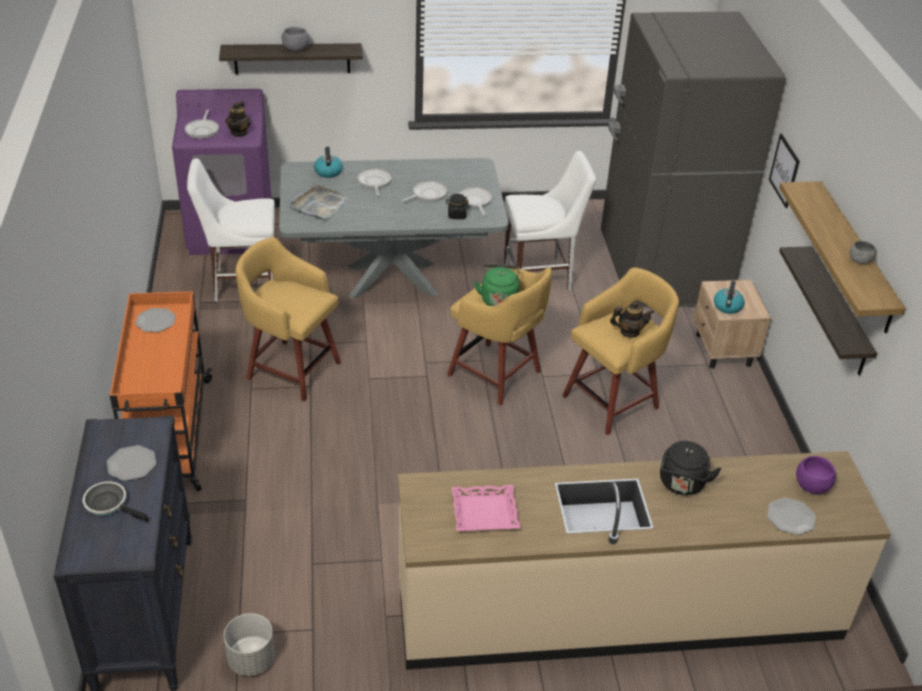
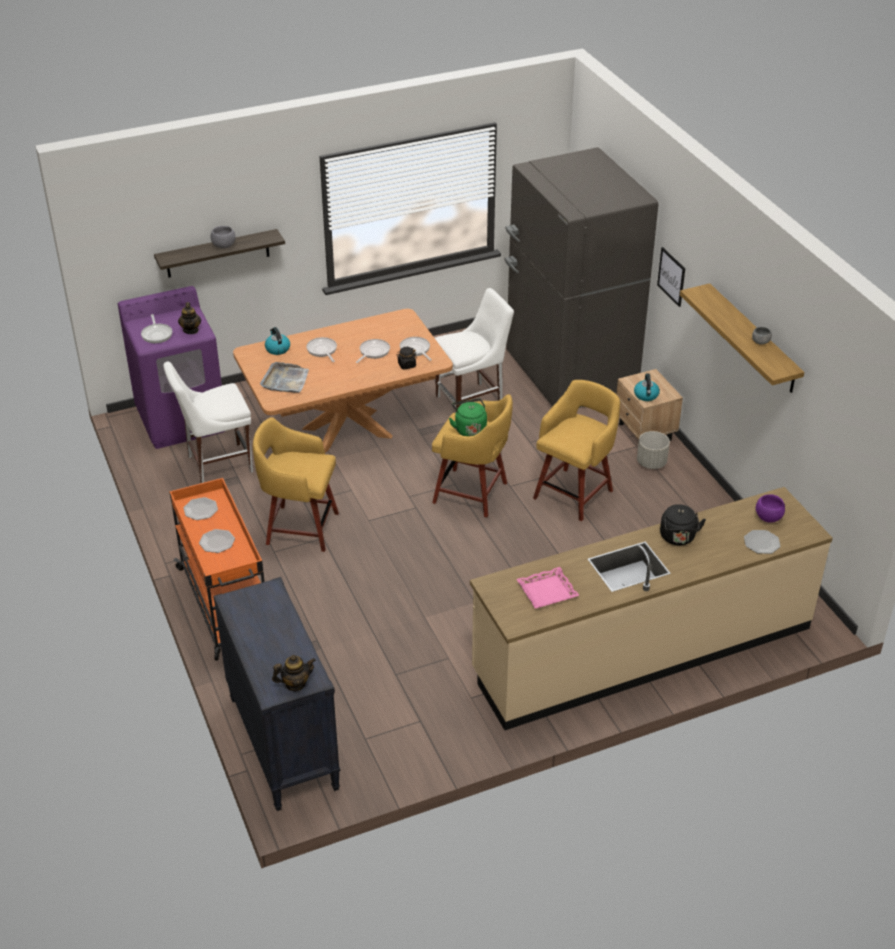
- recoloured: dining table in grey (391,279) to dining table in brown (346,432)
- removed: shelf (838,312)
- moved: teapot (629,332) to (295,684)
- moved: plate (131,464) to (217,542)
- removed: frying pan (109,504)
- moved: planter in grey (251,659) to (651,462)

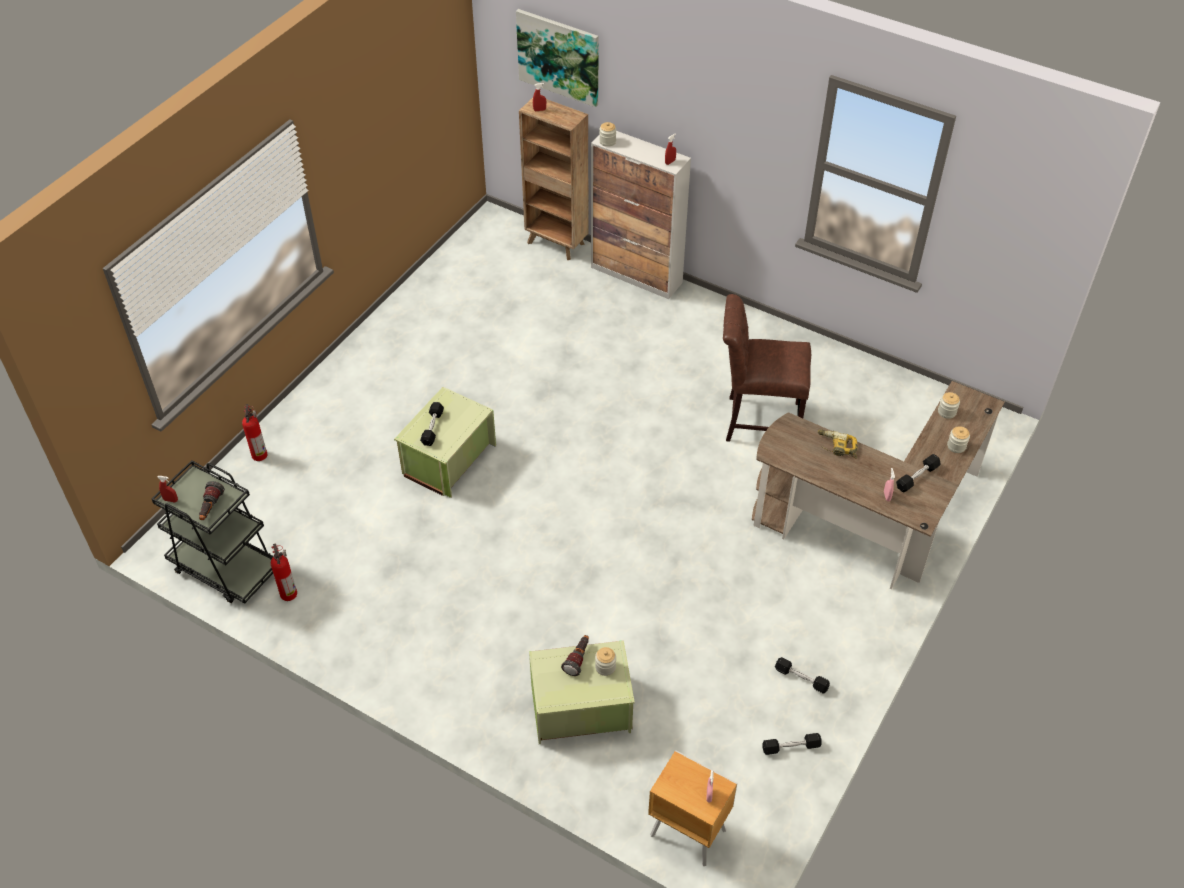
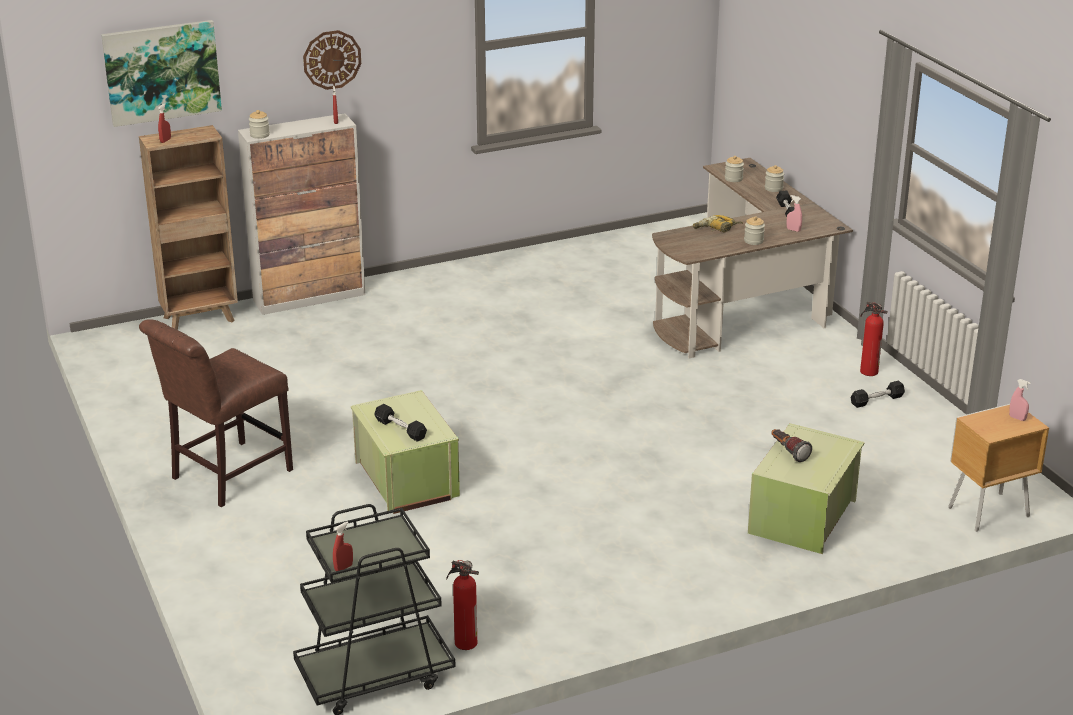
- moved: chair in brown (757,420) to (226,476)
- moved: fire extinguisher (259,454) to (867,371)
- removed: flashlight (211,508)
- moved: jar (605,667) to (753,241)
- removed: dumbbell in black (791,747)
- added: wall clock (332,59)

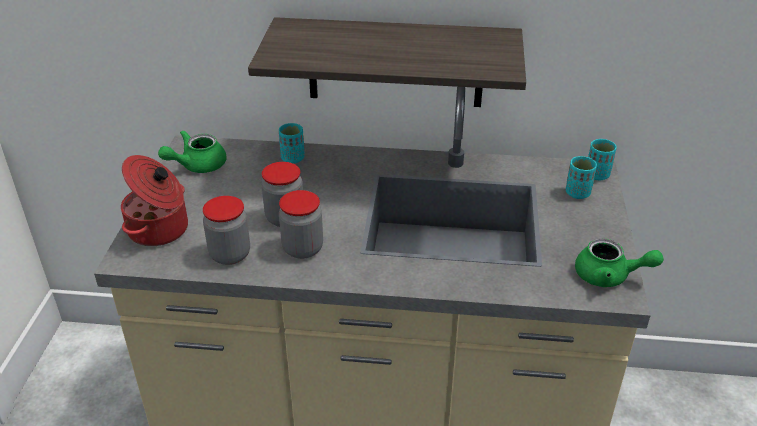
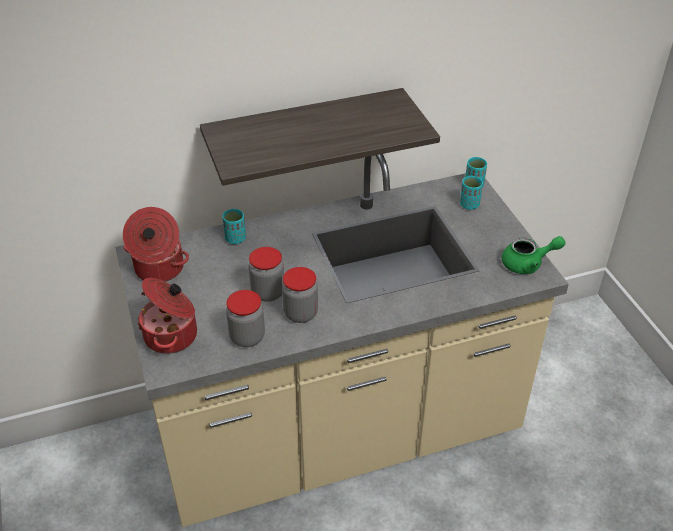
- replaced: teapot in green (197,165) to cooking pot (158,269)

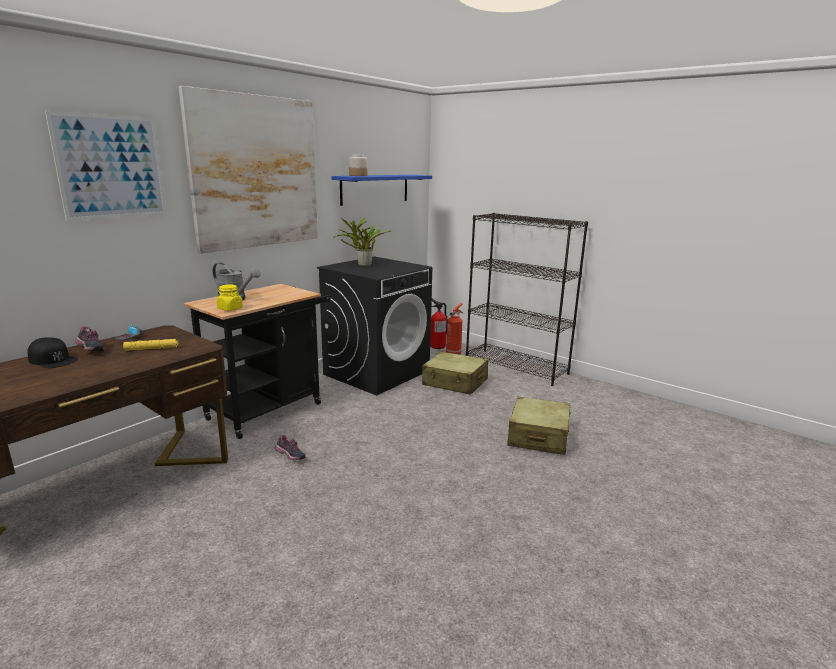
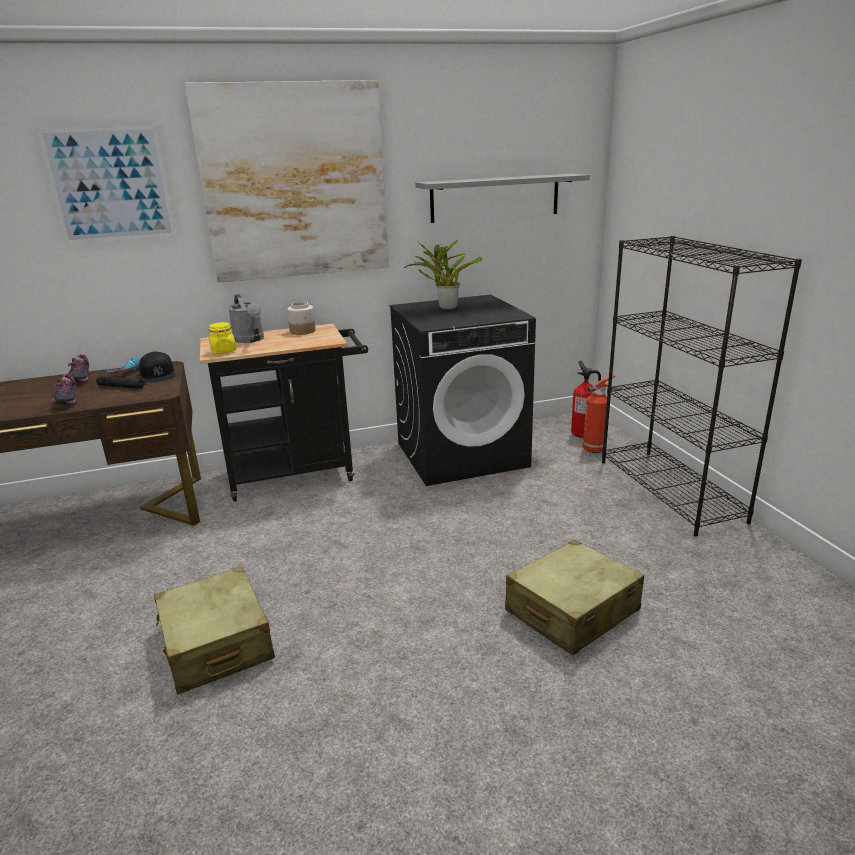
- moved: jar (358,175) to (303,331)
- recoloured: shelf in blue (375,189) to shelf in grey (495,198)
- moved: cap in black (53,360) to (158,374)
- recoloured: flashlight in yellow (152,349) to flashlight in black (122,387)
- moved: suitcase in beige (455,382) to (216,644)
- moved: shoe (290,457) to (66,401)

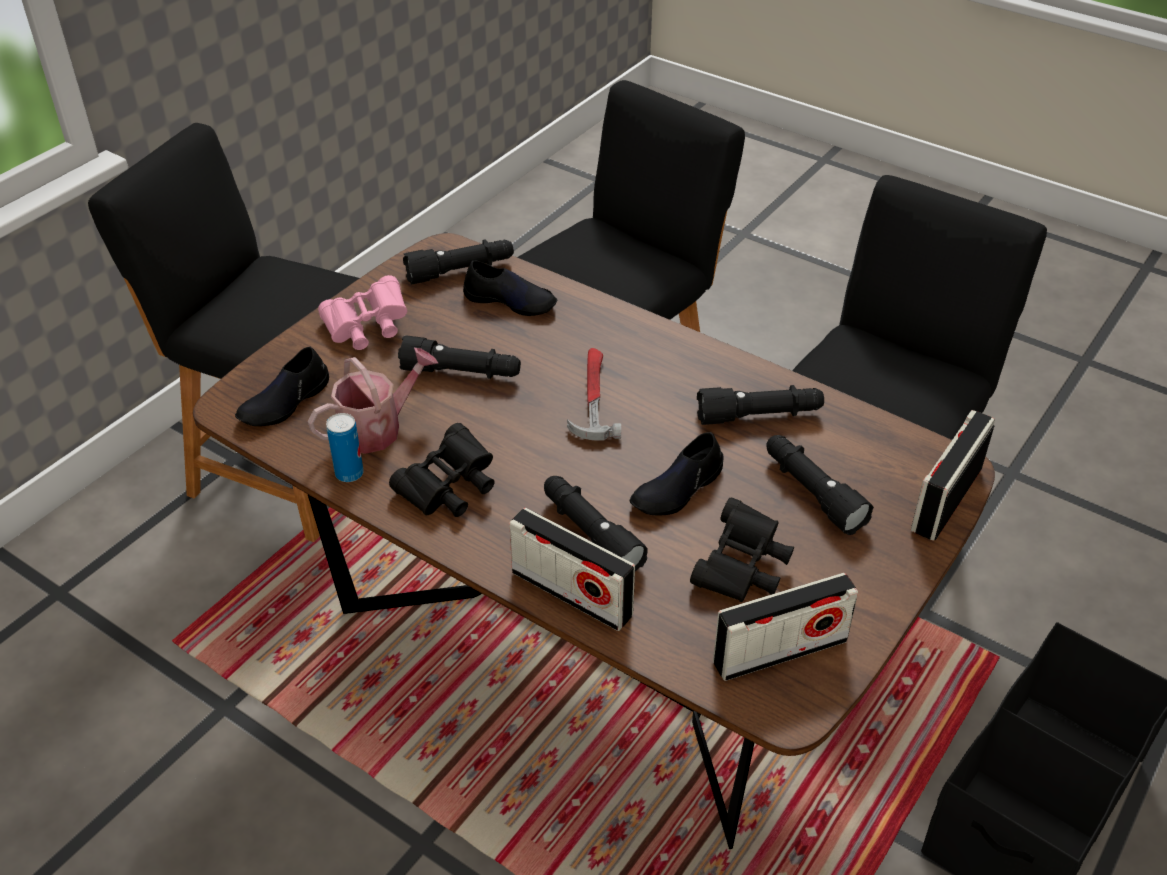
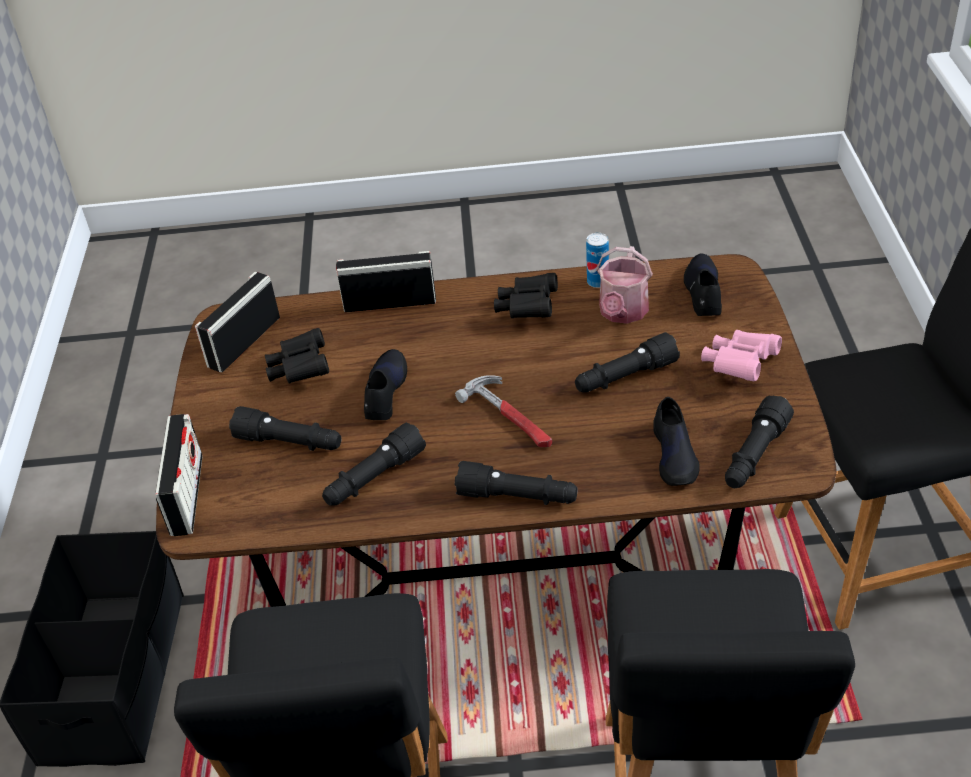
- turned: shoe in black (511,301) = (674,455) 75 degrees counterclockwise
- moved: flashlight in black (590,534) to (517,497)

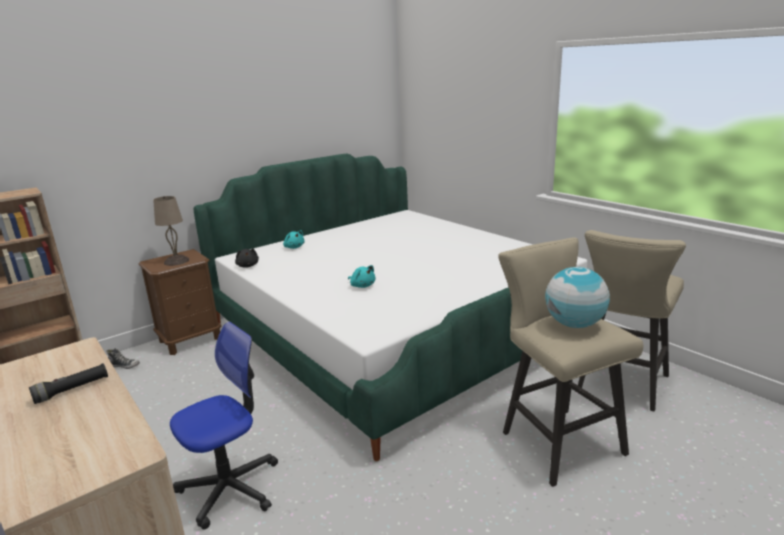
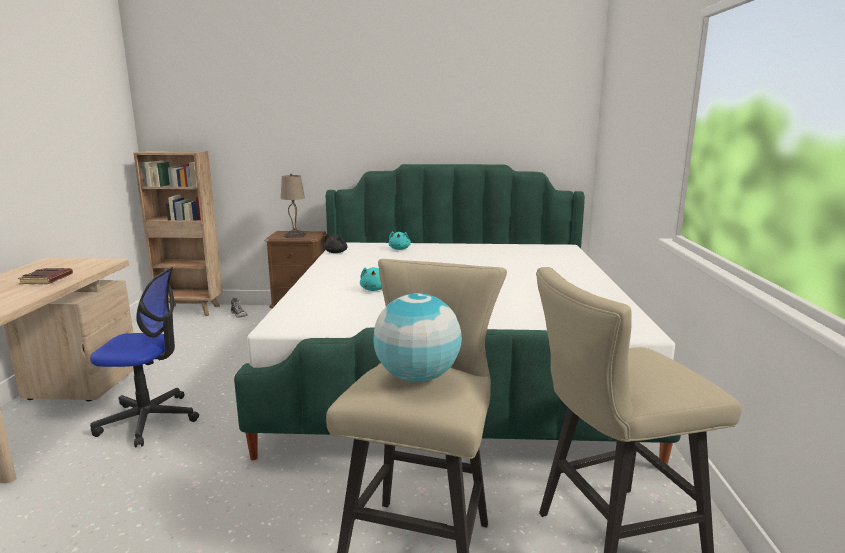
- replaced: flashlight in black (72,390) to book in brown (47,280)

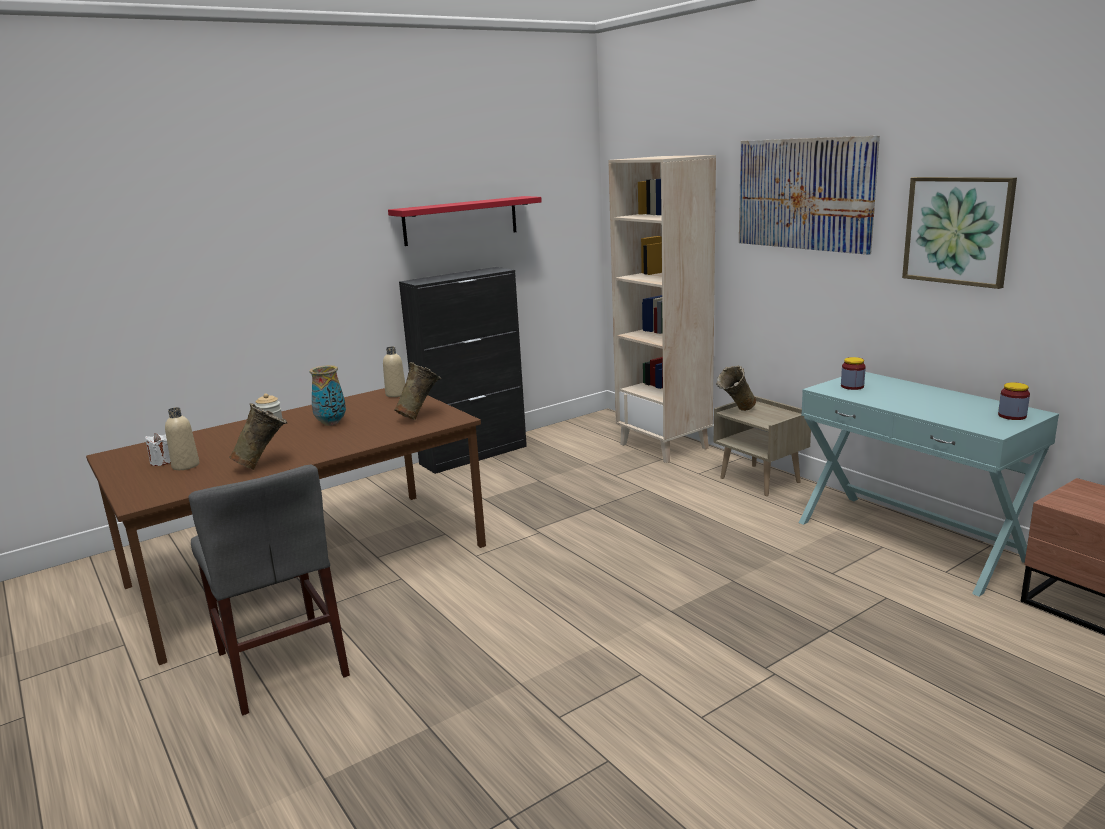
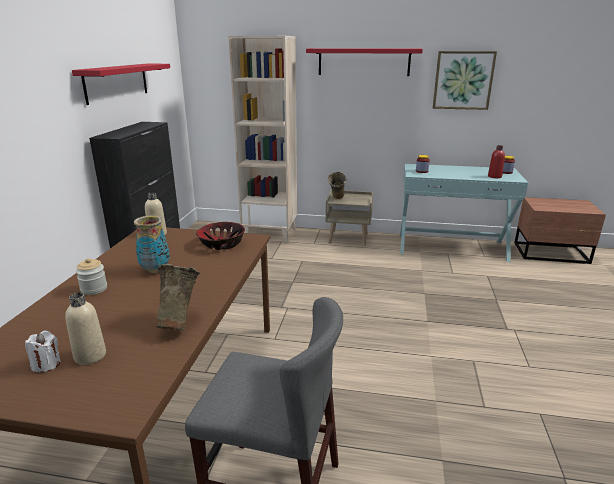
- replaced: picture (804,194) to shelf in red (364,62)
- replaced: vase in beige (420,416) to bowl (221,244)
- added: bottle in red (494,176)

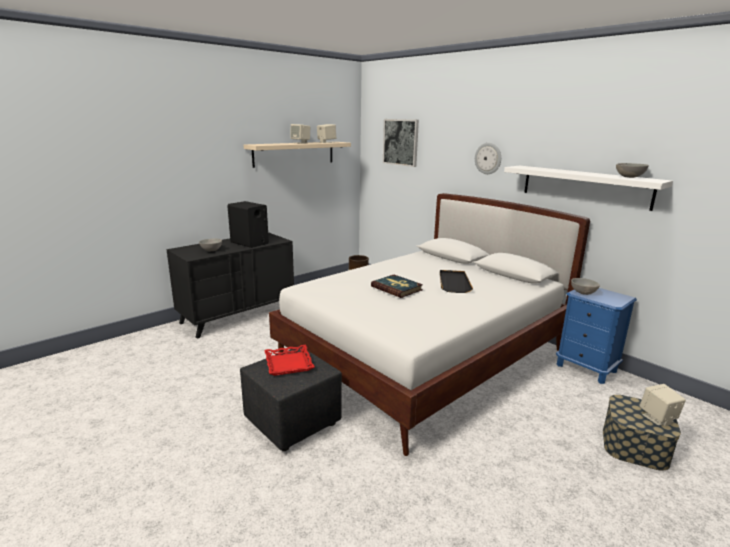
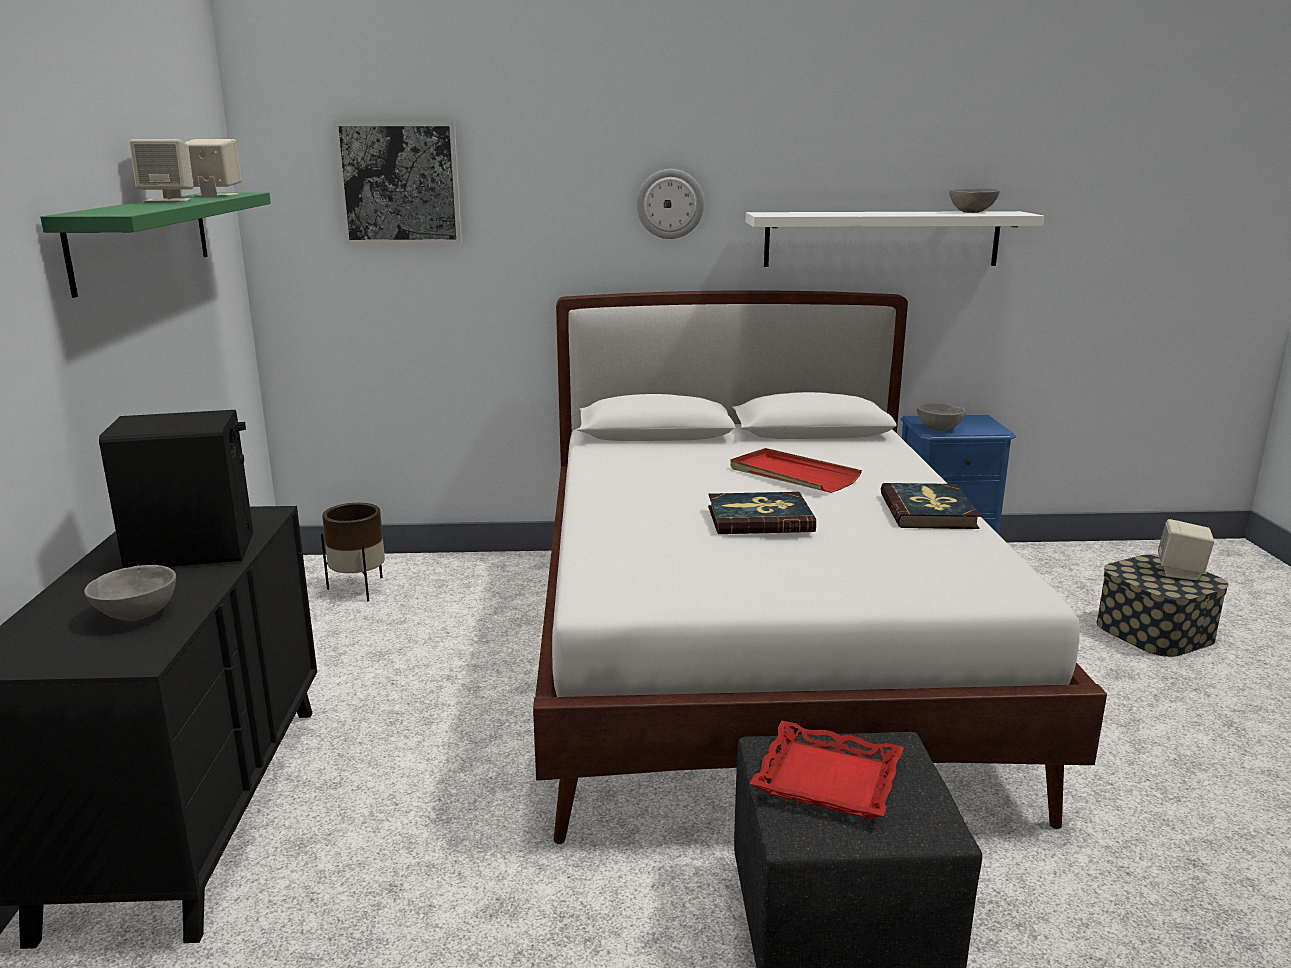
- recoloured: shelf in beige (294,153) to shelf in green (142,238)
- recoloured: tray in black (454,283) to tray in red (792,475)
- added: book (928,511)

